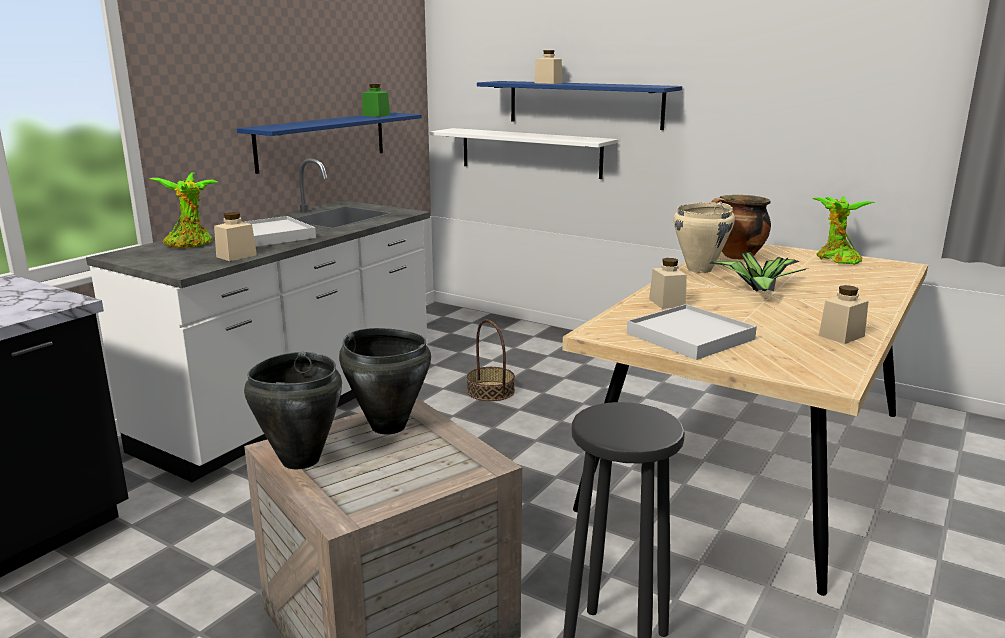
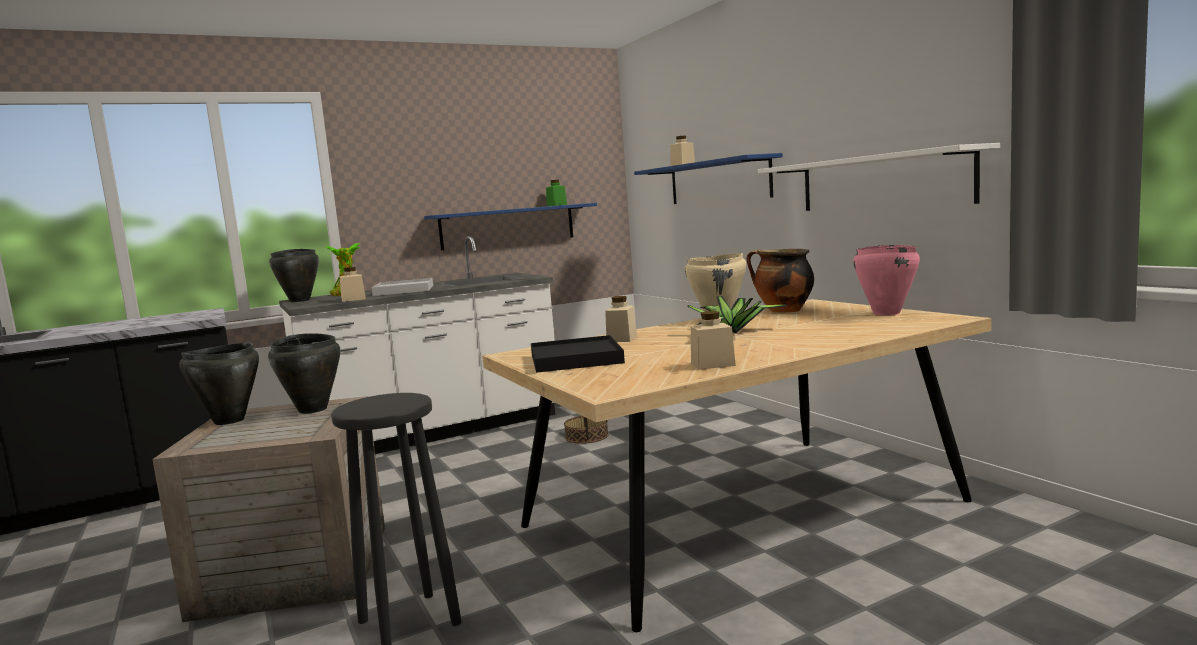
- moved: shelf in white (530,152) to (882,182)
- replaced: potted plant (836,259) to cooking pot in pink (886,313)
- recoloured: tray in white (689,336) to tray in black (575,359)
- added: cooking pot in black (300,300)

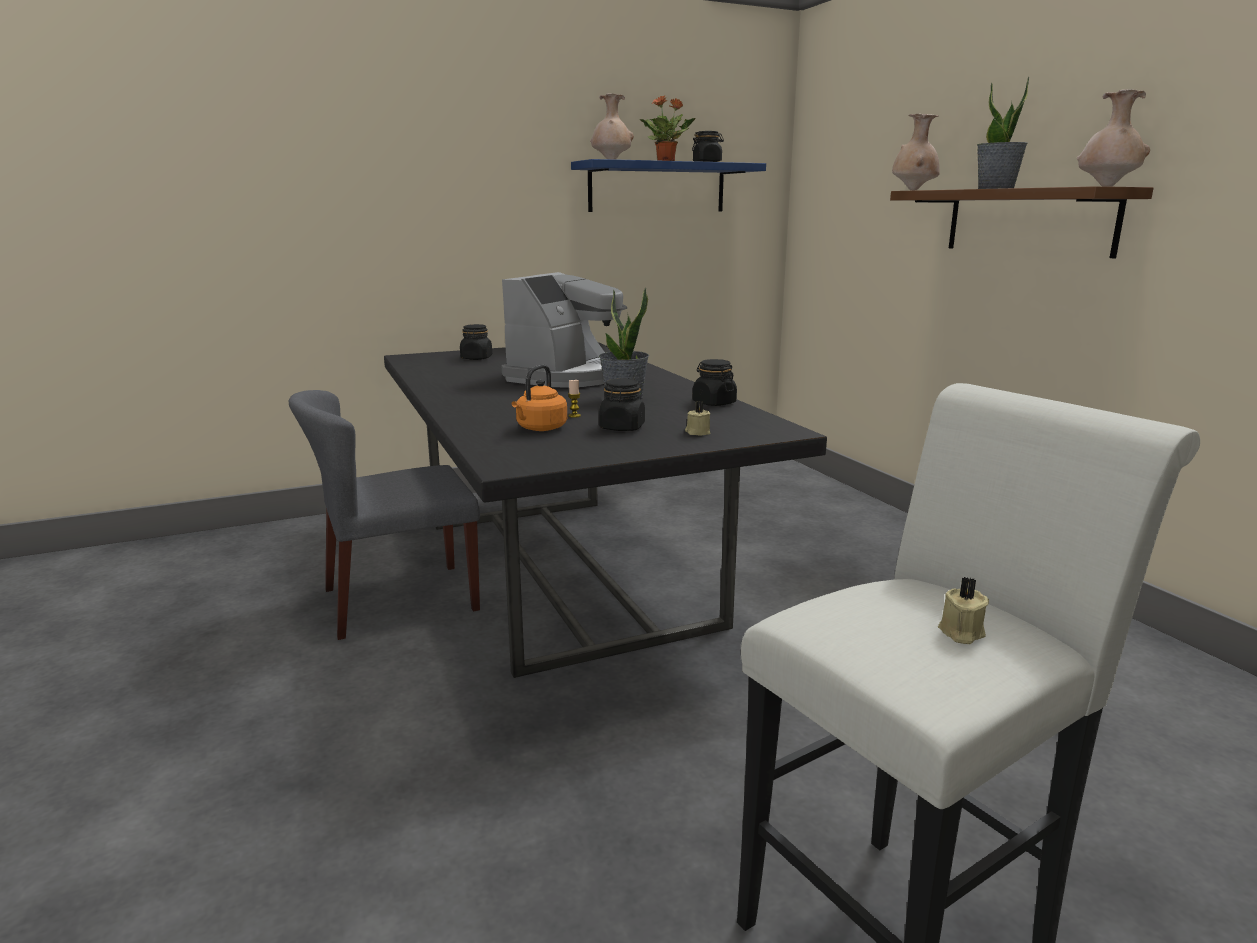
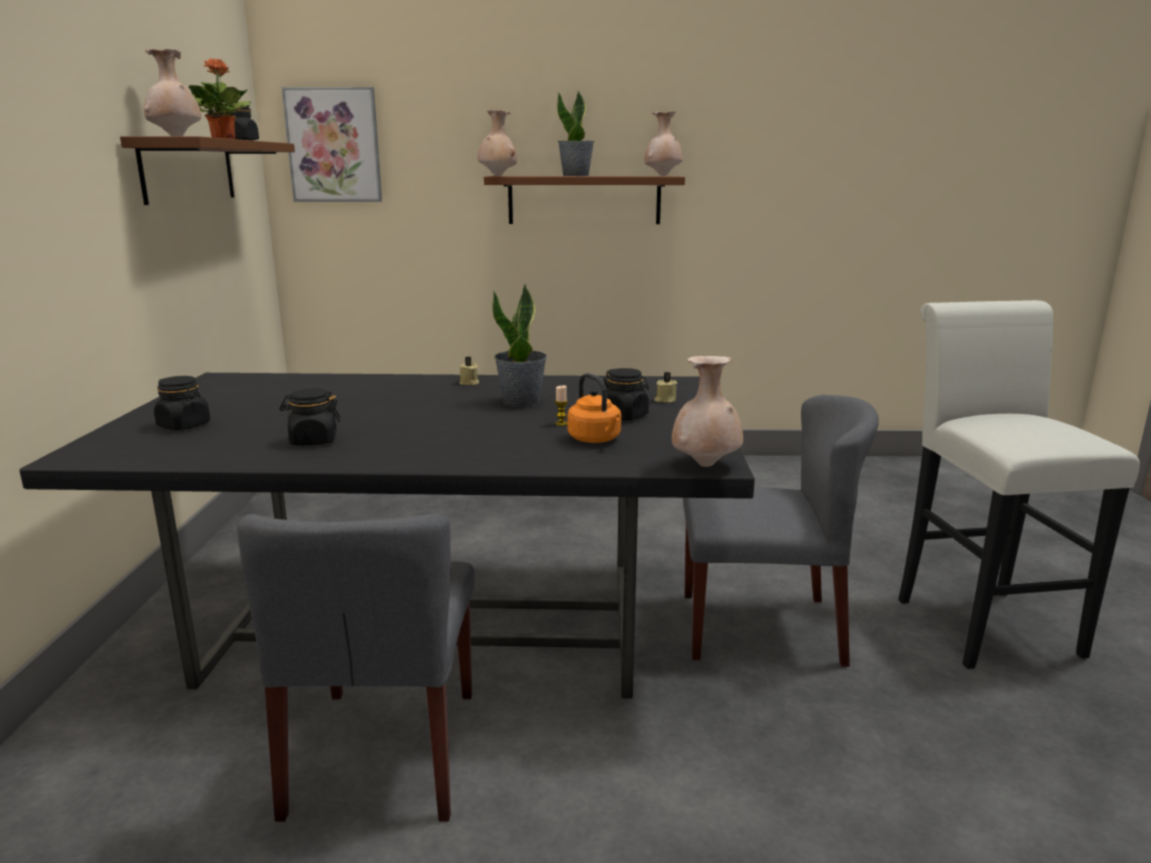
- recoloured: shelf in blue (657,187) to shelf in brown (189,170)
- removed: coffee machine (570,376)
- moved: jar in black (714,403) to (313,440)
- moved: candle in beige (960,633) to (469,383)
- added: picture (334,145)
- added: vase in beige (705,465)
- added: chair in grey (762,627)

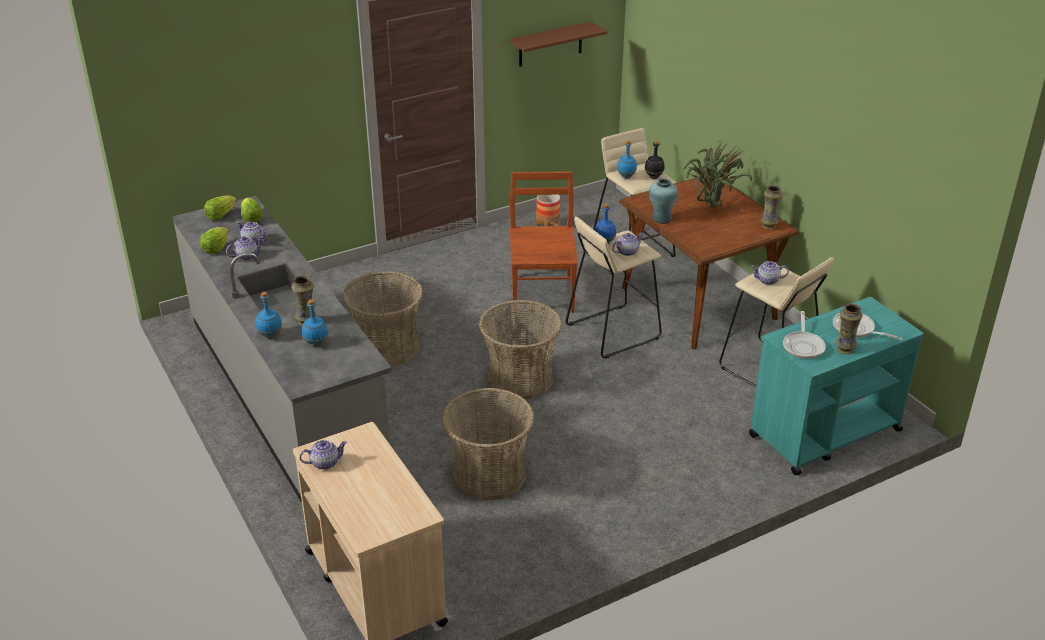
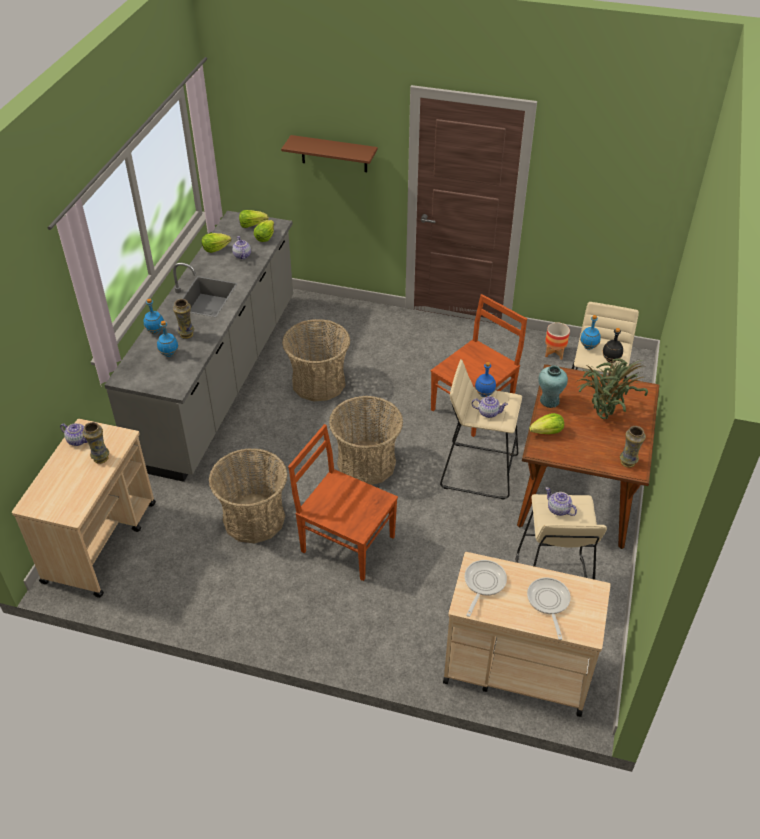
- moved: shelf in brown (550,44) to (334,154)
- removed: teapot (246,256)
- recoloured: cart in turquoise (824,433) to cart in beige (516,668)
- moved: vase (844,349) to (100,458)
- turned: frying pan (803,346) = (483,584) 150 degrees clockwise
- added: lettuce (547,432)
- added: chair in brown (346,543)

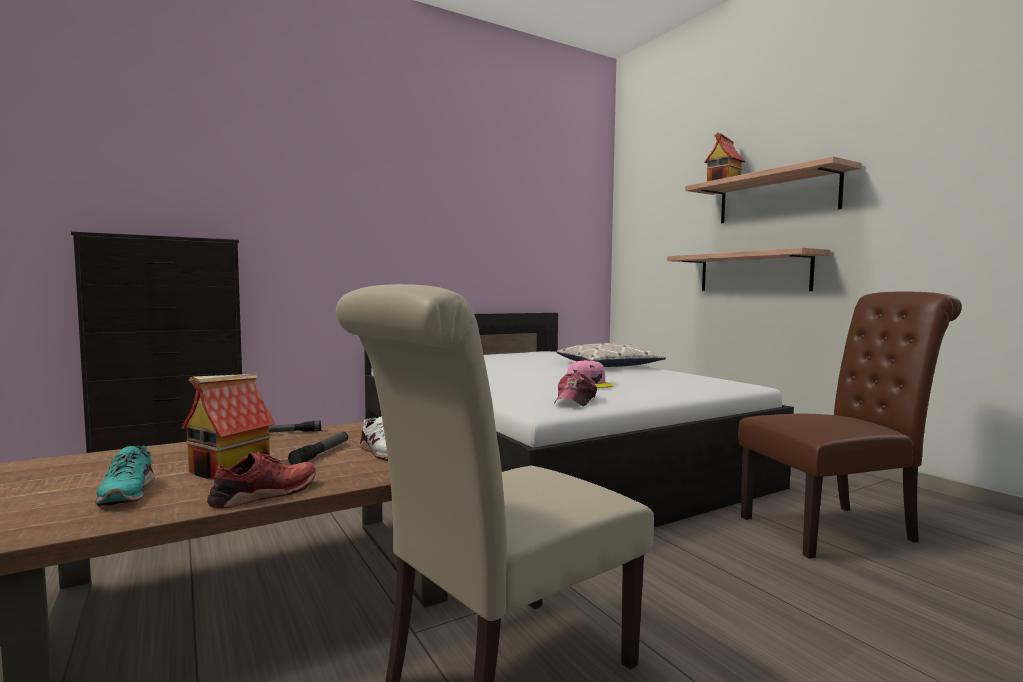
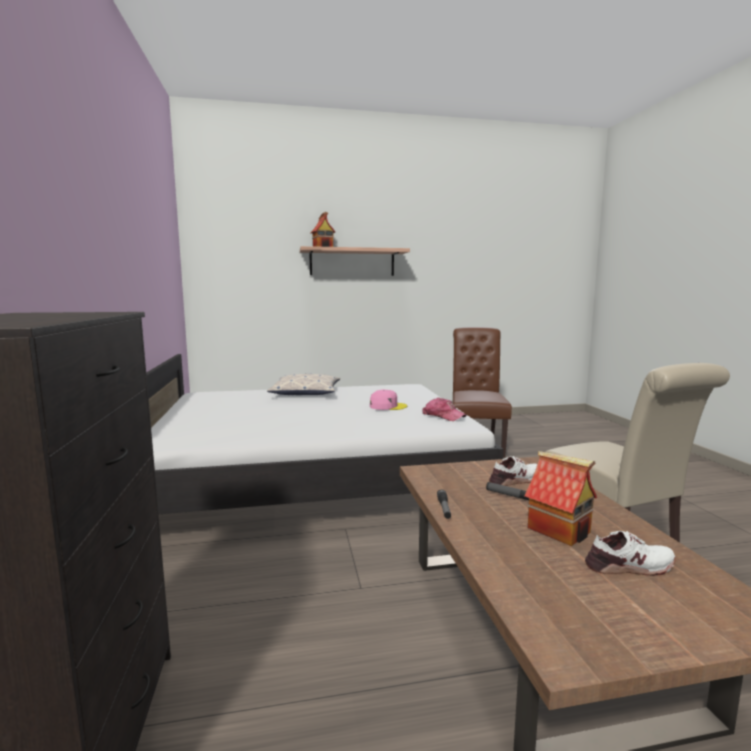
- removed: shelf (753,272)
- recoloured: shoe in turquoise (126,492) to shoe in white (629,566)
- removed: shoe in red (265,494)

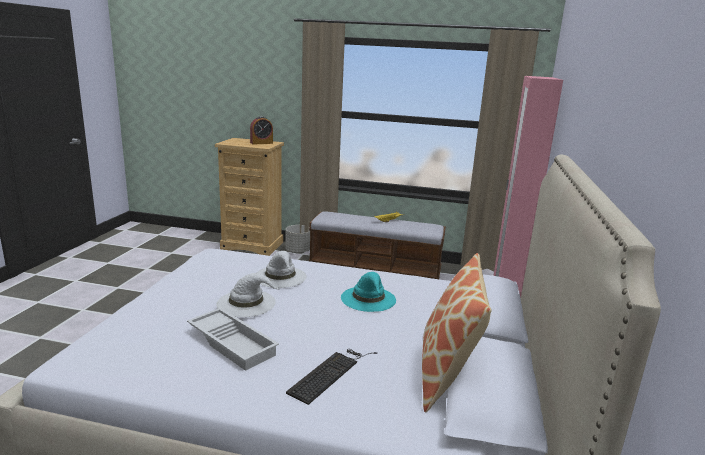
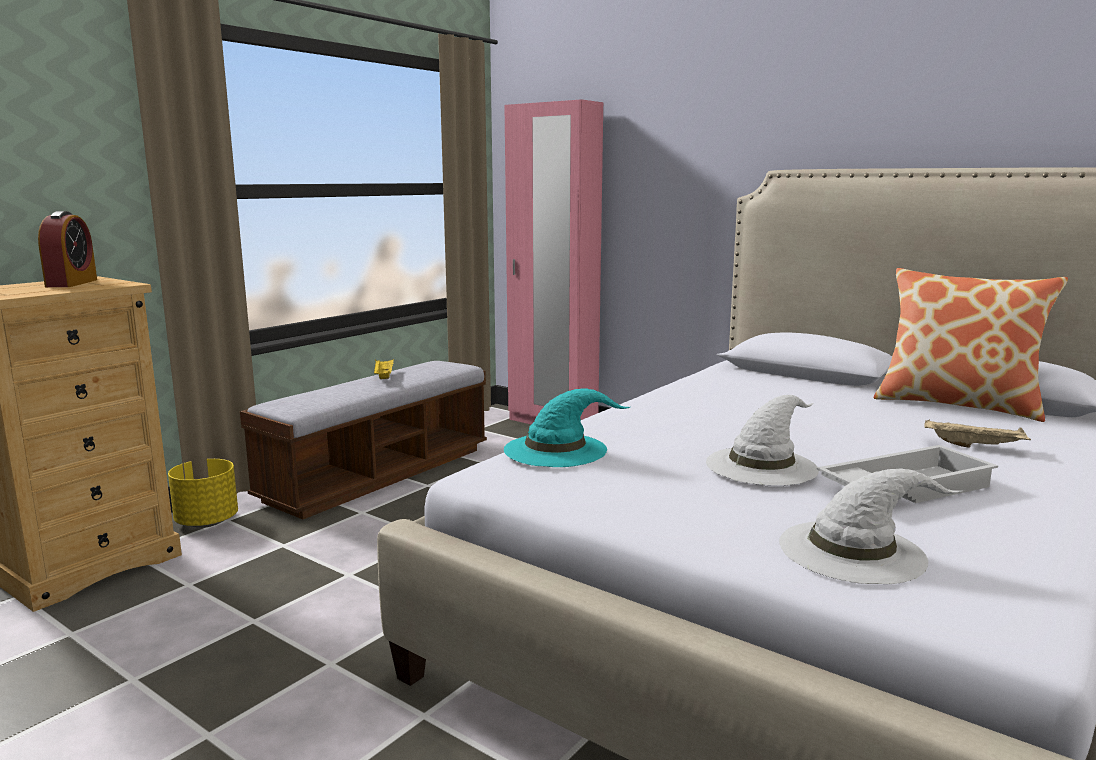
- recoloured: planter in grey (298,251) to planter in yellow (207,522)
- moved: hat in white (280,277) to (853,550)
- moved: hat in turquoise (368,299) to (557,449)
- replaced: keyboard (331,372) to tray in beige (975,446)

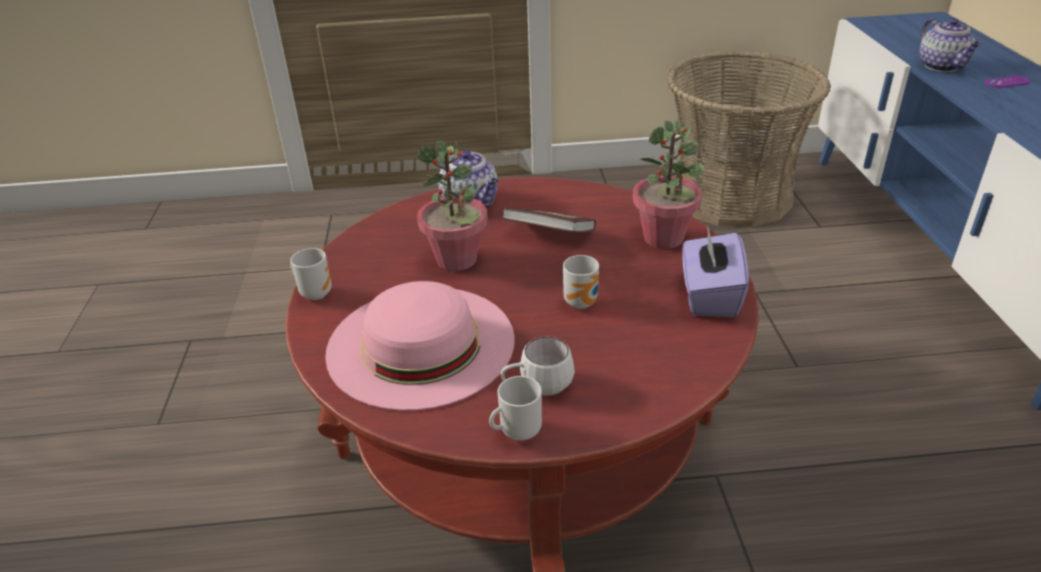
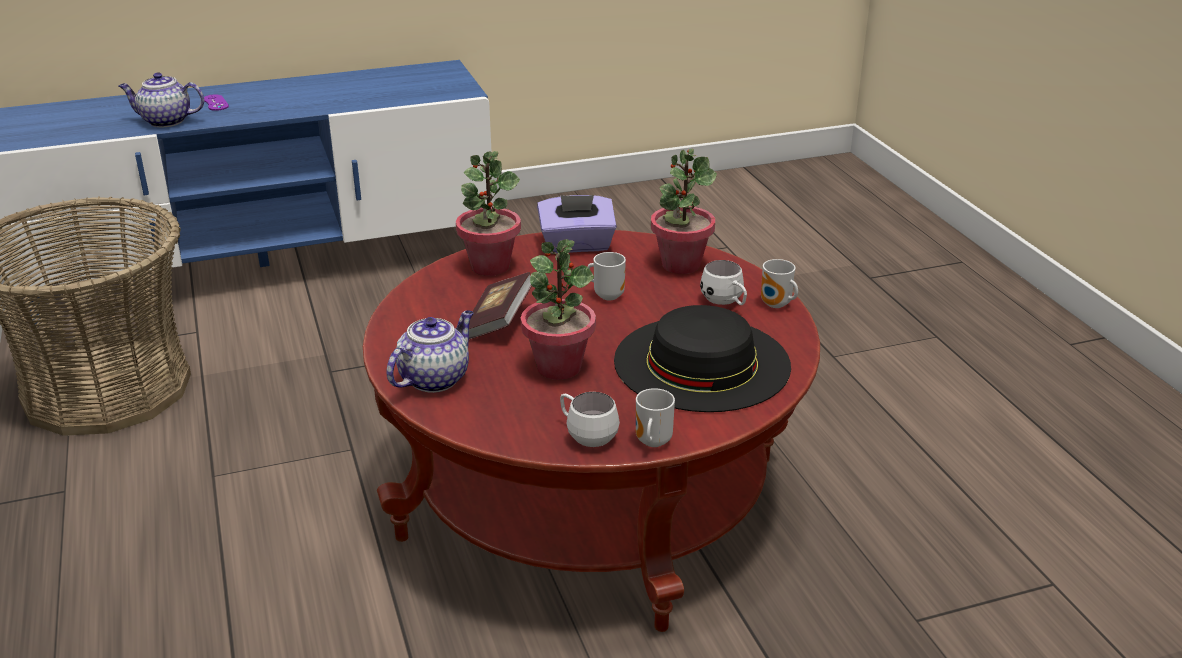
- turned: teapot (943,66) = (165,121) 150 degrees counterclockwise
- recoloured: hat in pink (421,344) to hat in black (701,362)
- added: potted plant (680,265)
- added: mug in white (586,435)

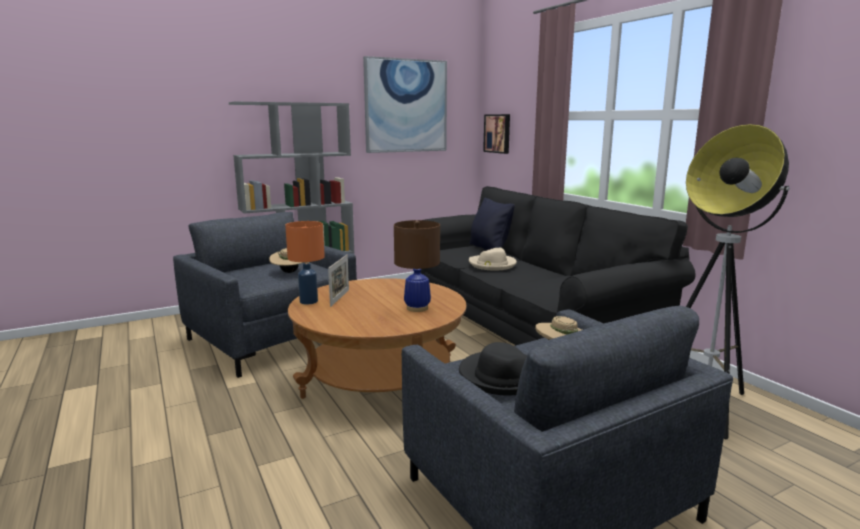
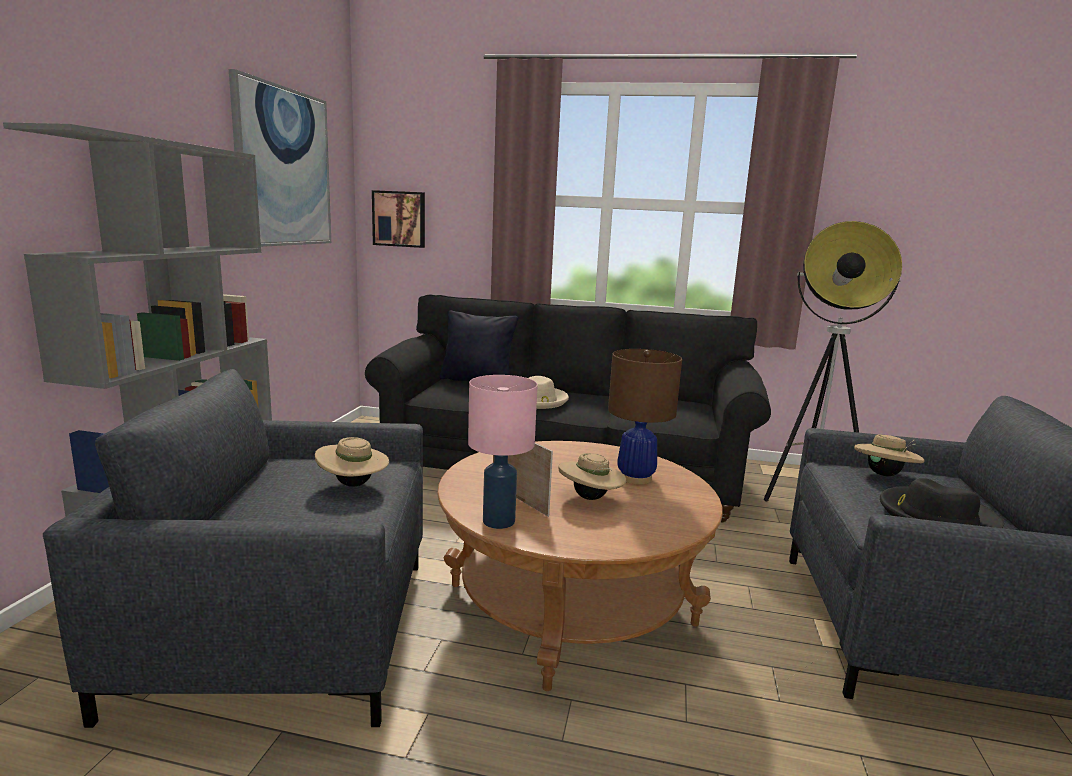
- recoloured: table lamp in orange (308,301) to table lamp in pink (497,521)
- added: hat in beige (590,498)

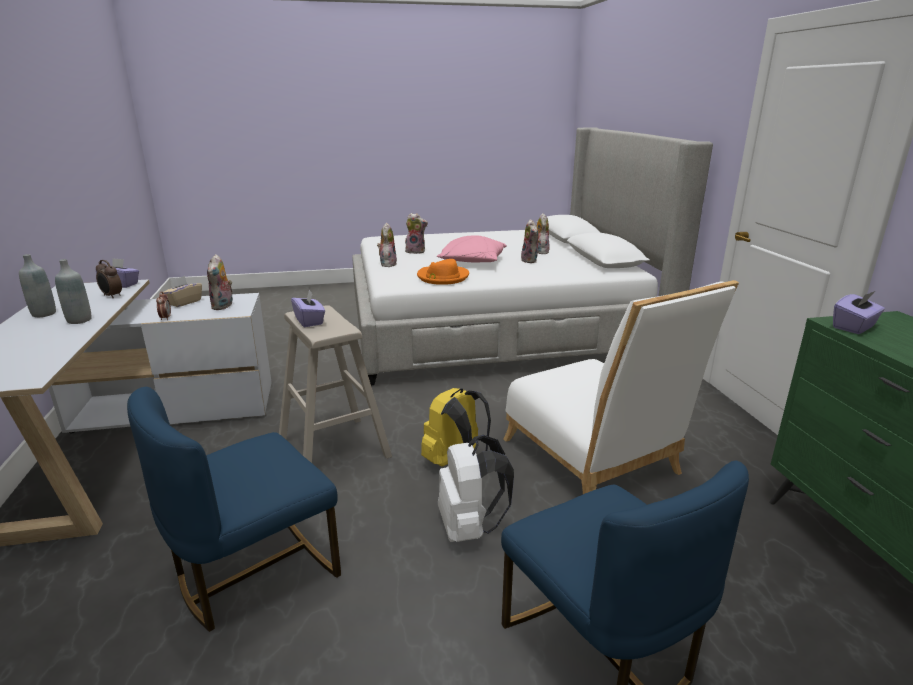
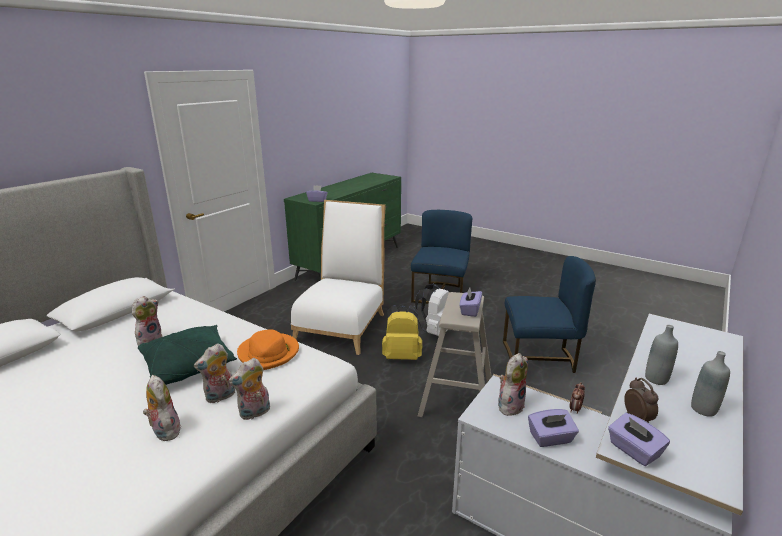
- moved: plush toy (540,251) to (220,397)
- recoloured: pillow in pink (472,262) to pillow in green (189,365)
- recoloured: tissue box in beige (184,302) to tissue box in purple (550,438)

